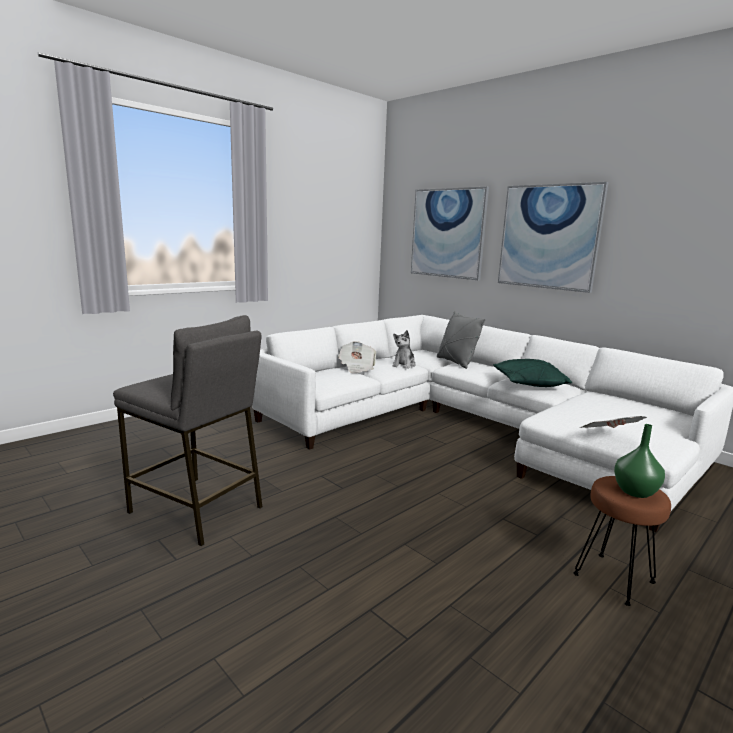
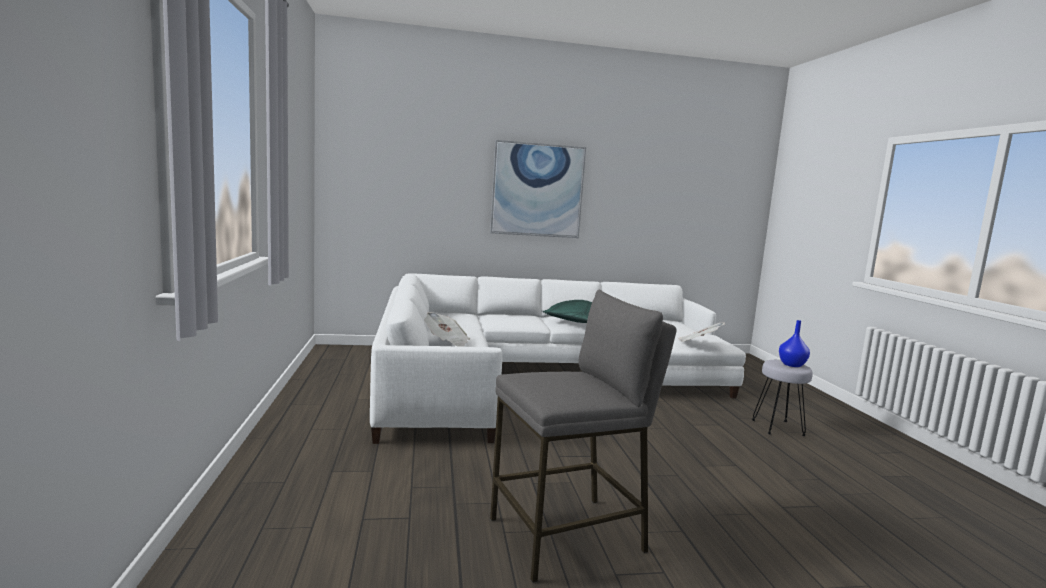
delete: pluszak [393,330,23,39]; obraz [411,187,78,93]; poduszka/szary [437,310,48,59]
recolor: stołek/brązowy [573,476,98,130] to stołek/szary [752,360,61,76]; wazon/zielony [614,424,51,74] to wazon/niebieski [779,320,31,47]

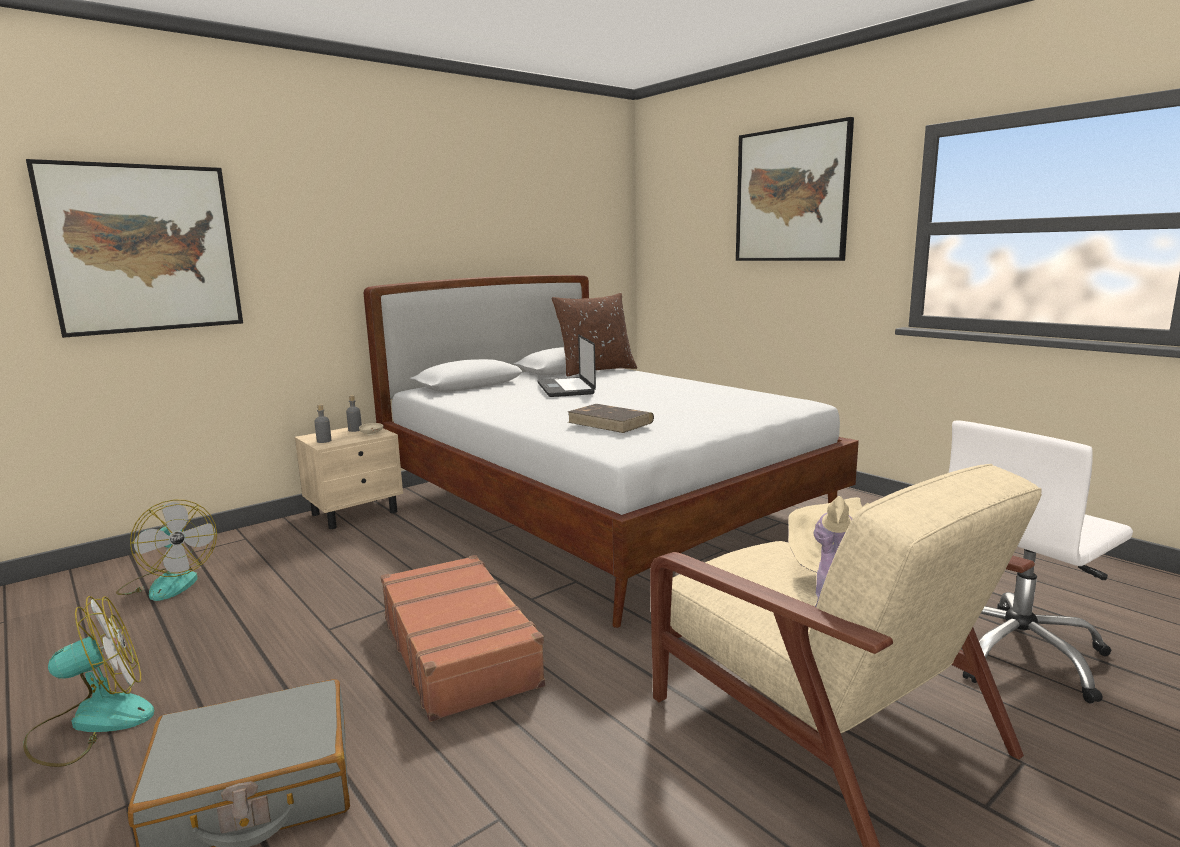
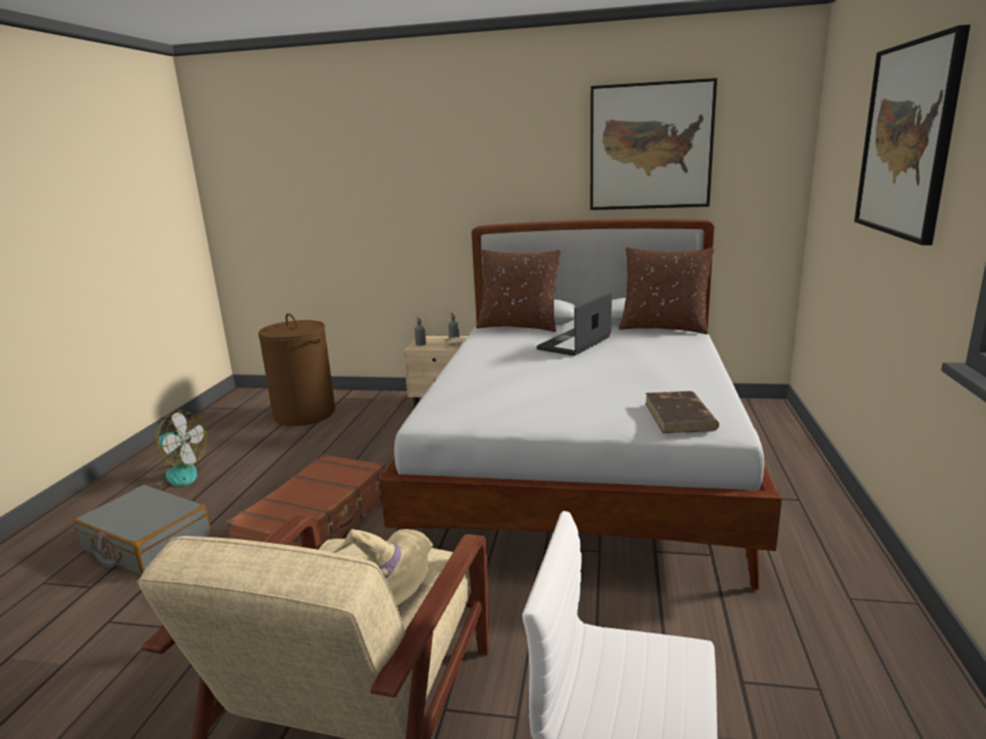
insert: poduszka/brązowy [476,249,85,83]
move: obraz [26,159,217,179] to [590,78,127,132]; książka/brązowy [567,404,87,29] to [645,391,74,42]
replace: wentylator [116,499,101,102] to kosz na pranie/brązowy [258,313,77,113]

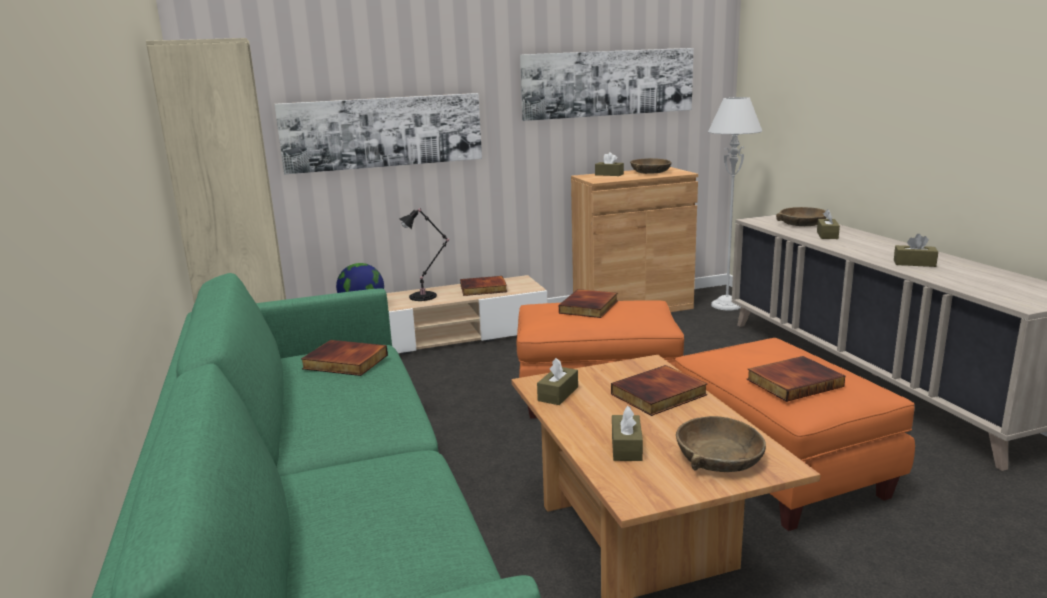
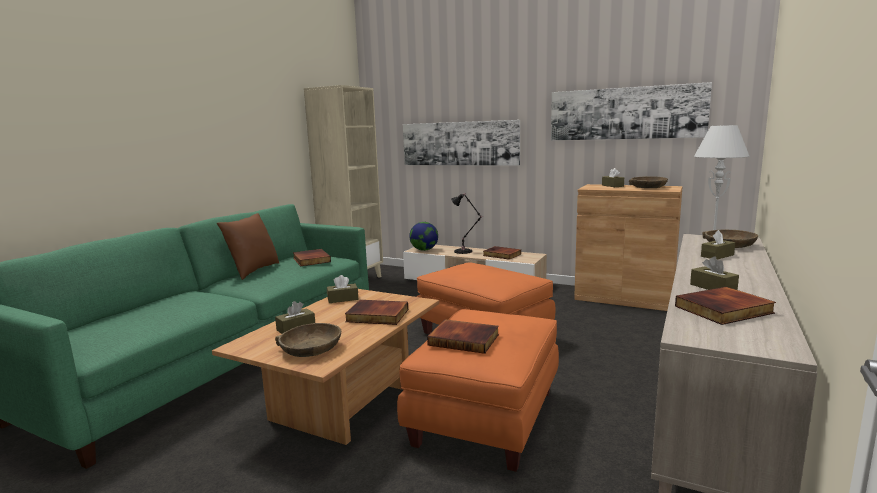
insert: poduszka/brązowy [217,213,62,67]
move: książka [559,289,58,29] to [675,287,101,38]

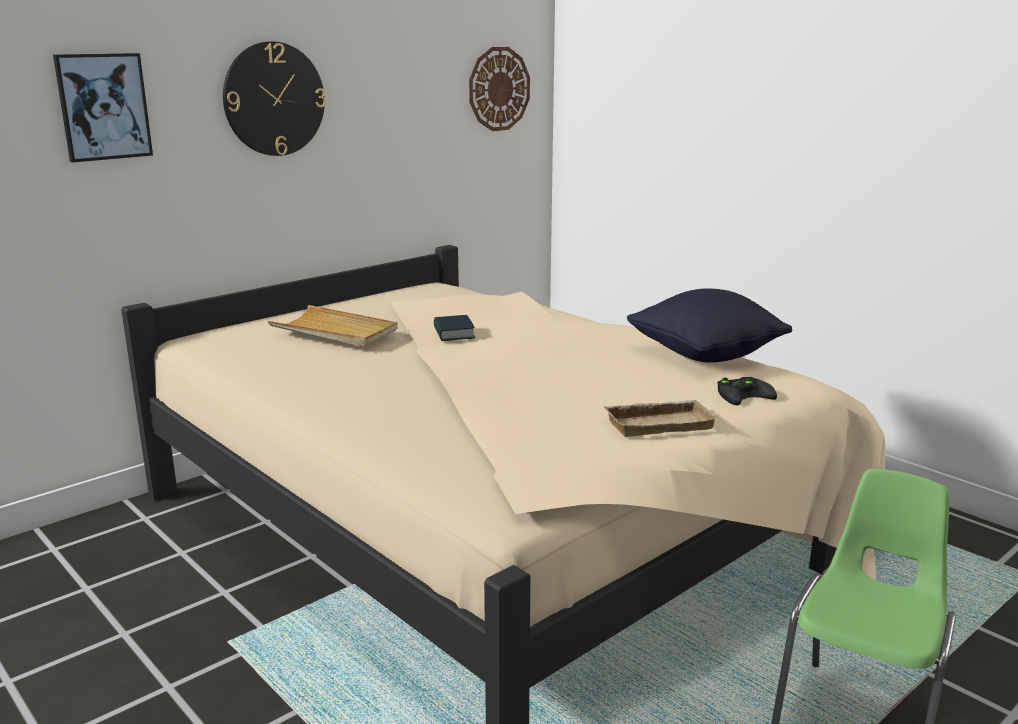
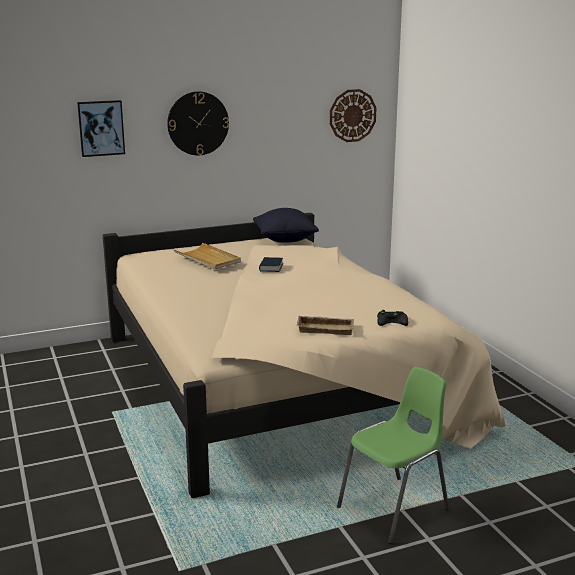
move: poduszka/czarny [627,288,165,75] to [253,208,66,35]

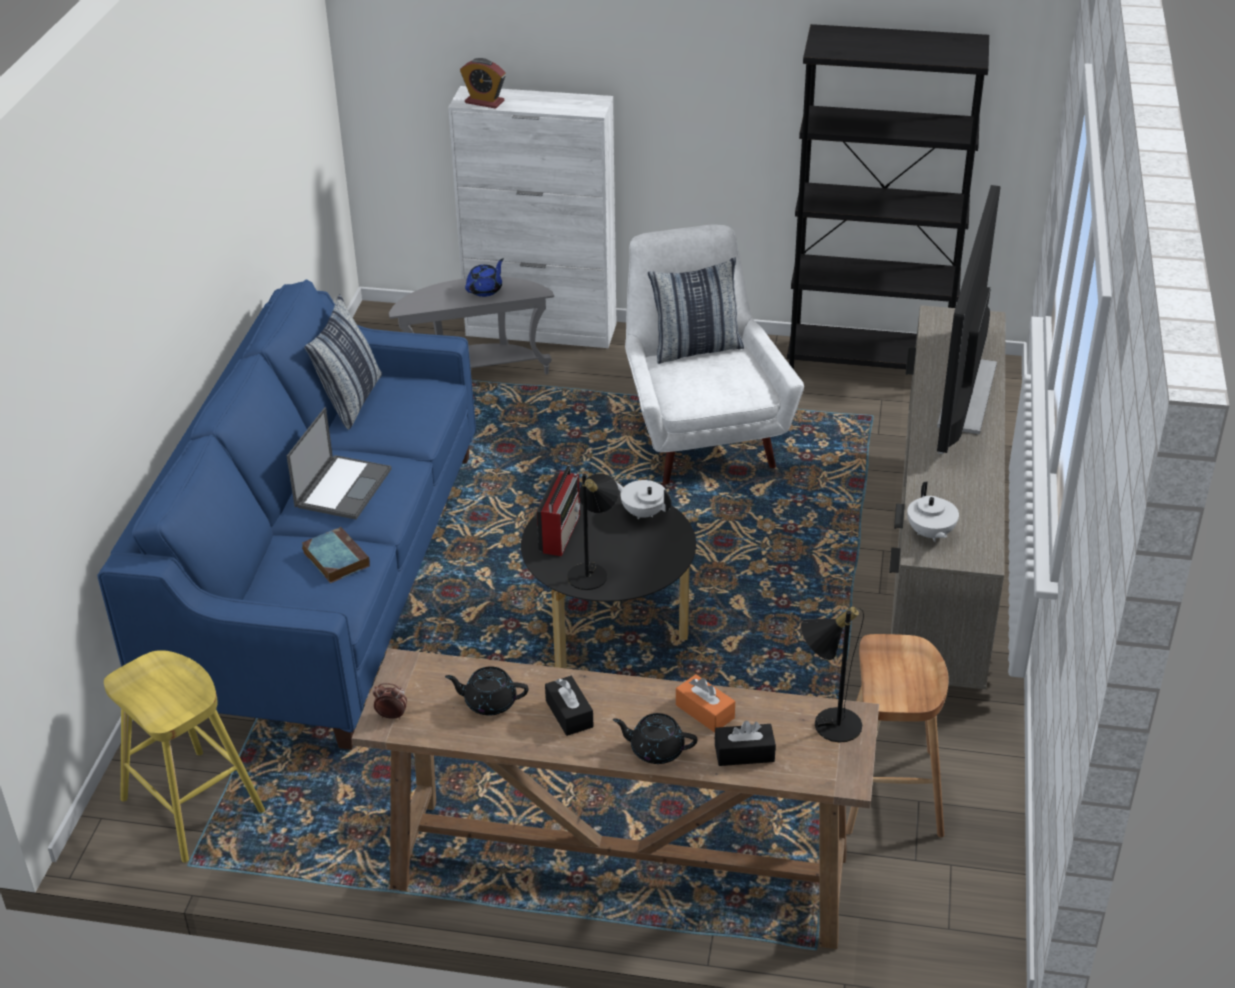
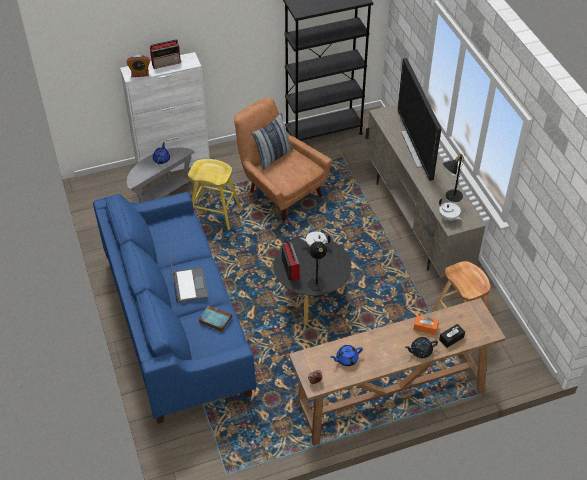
delete: poduszka [304,295,78,135]; pudełko chusteczek/czarny [545,676,49,60]
insert: radio [150,39,31,30]
move: stołek/żółty [104,650,161,213] to [188,159,53,71]; lampa stołowa/czarny [801,606,63,137] to [443,153,21,49]
recolor: imbryk/czarny [445,666,84,50] to imbryk/niebieski [330,345,33,21]; fotel/biały [625,224,179,260] to fotel/brązowy [234,98,98,124]

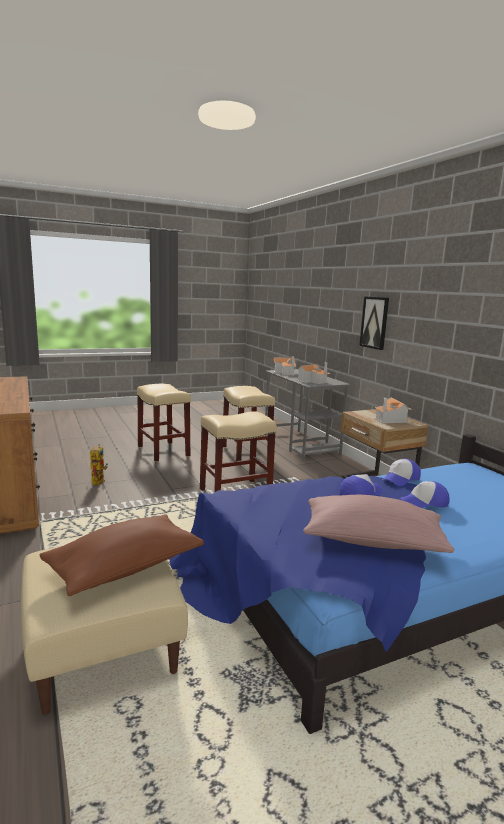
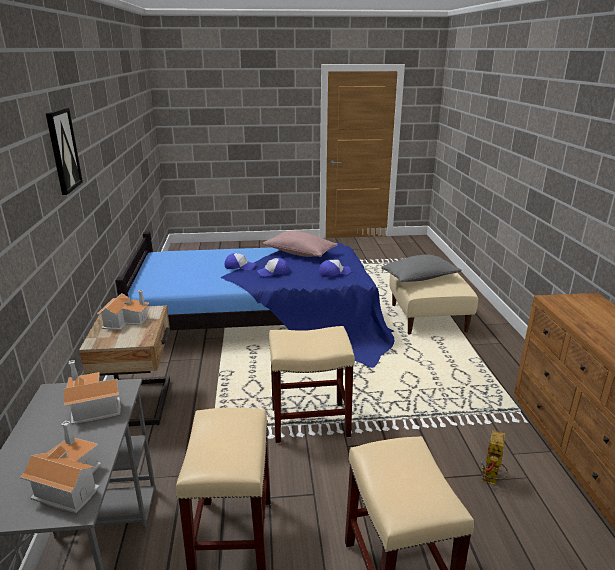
move: obraz [359,296,30,54] to [46,108,37,87]; czapka z daszkiem [382,459,39,27] to [319,260,32,17]
recolor: poduszka/brązowy [40,514,164,82] to poduszka/szary [381,254,81,28]

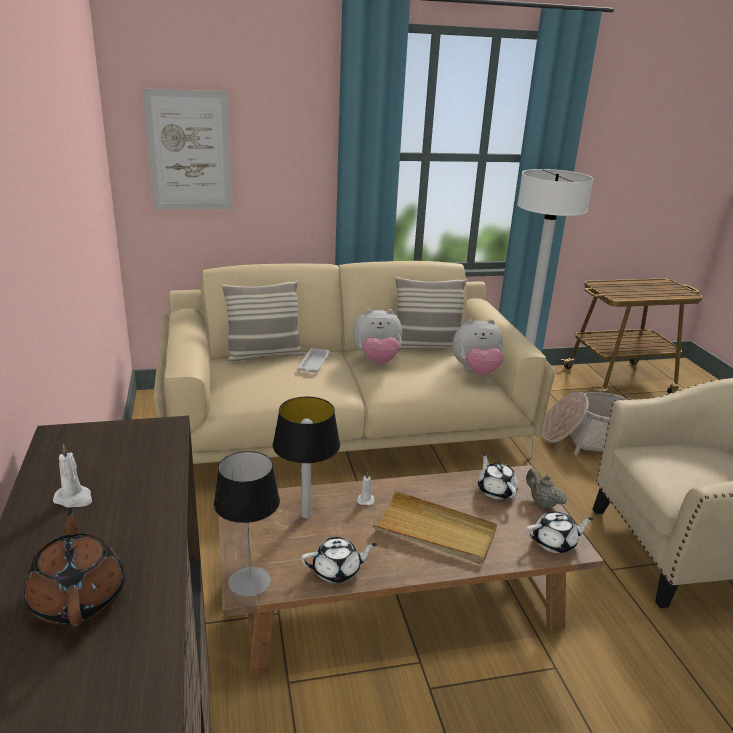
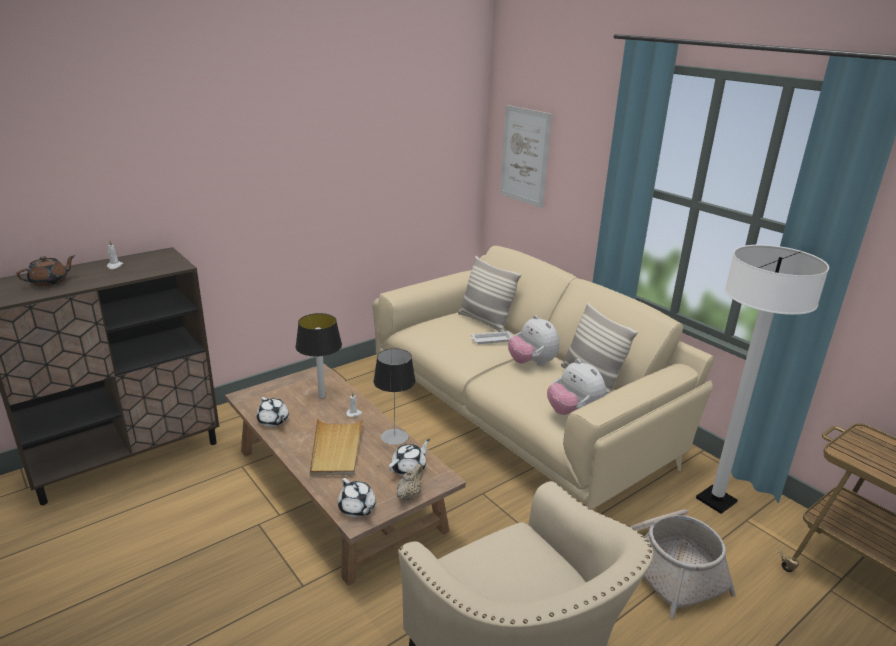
move: lampa stołowa [214,451,66,146] to [373,348,43,97]

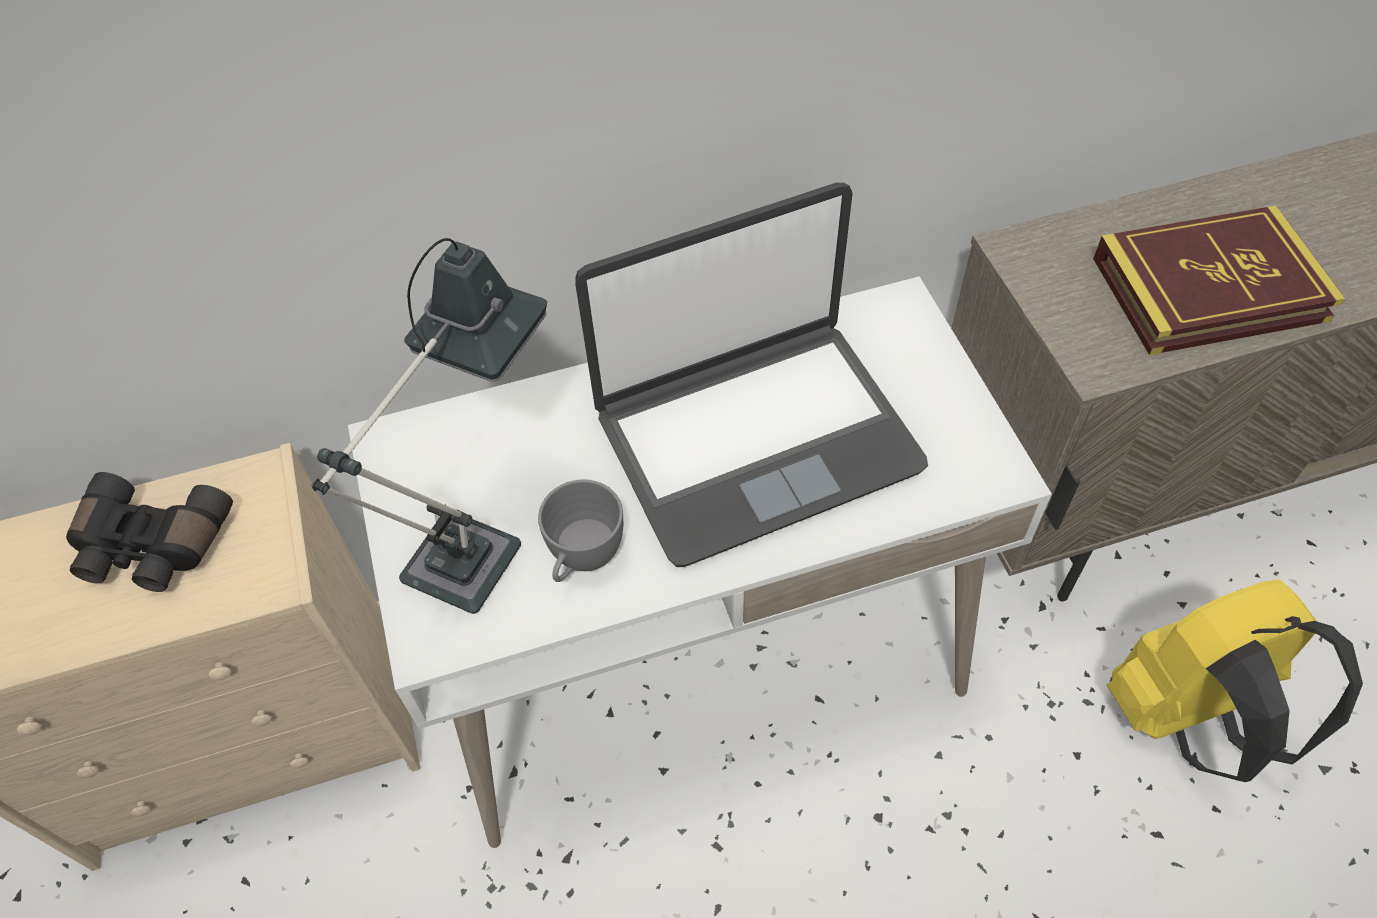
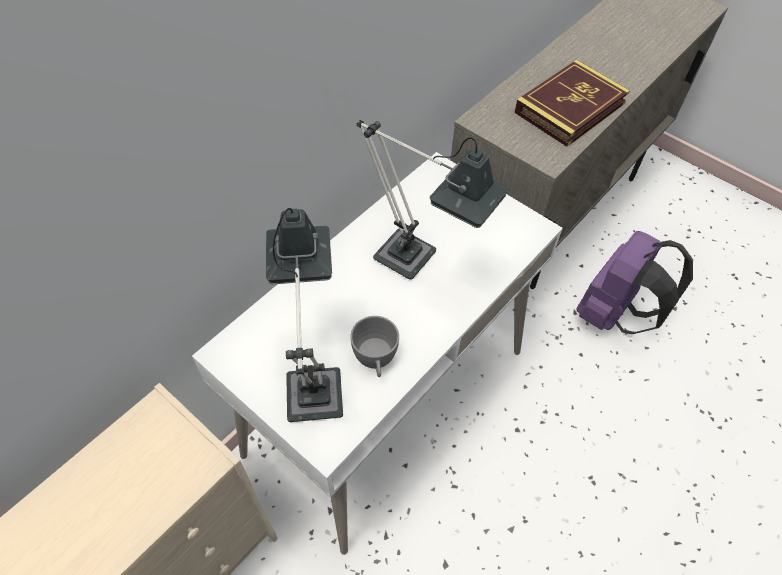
delete: lornetka/czarny [66,472,167,120]
replace: laptop [575,183,353,384] to lampa stołowa [357,120,152,160]
recolor: plecak/żółty [1107,579,256,203] to plecak/fioletowy [576,231,117,103]

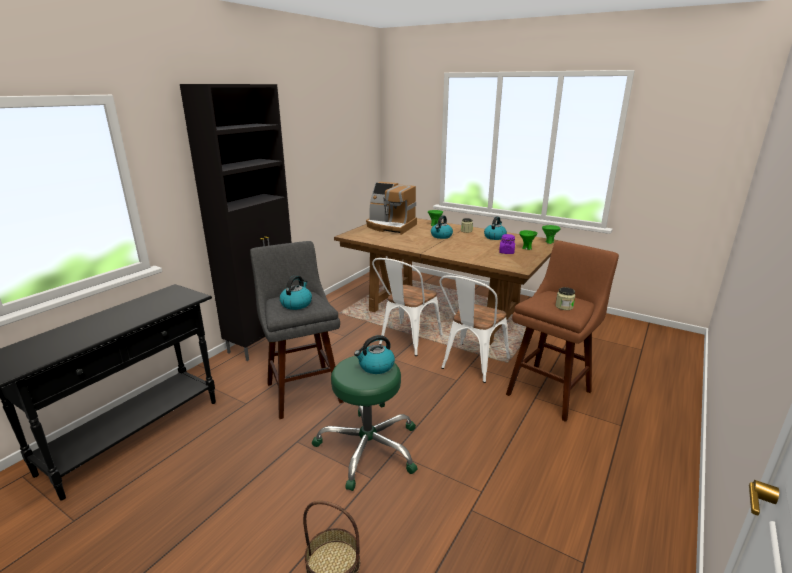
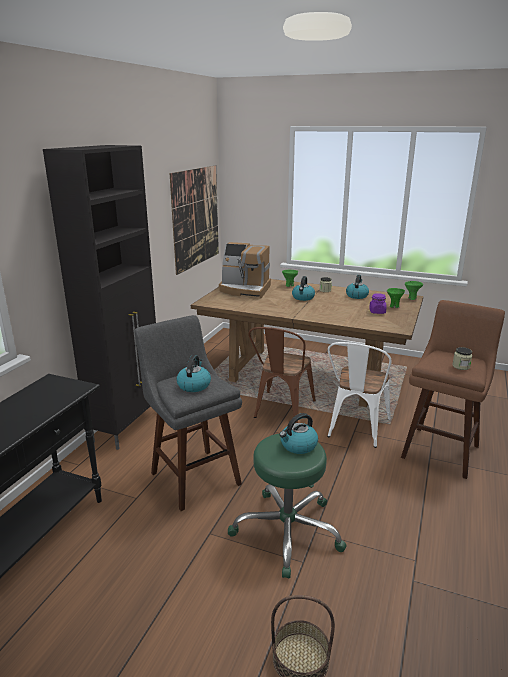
insert: obraz [170,166,49,109]
recolor: krzesło/biały [372,258,71,98] to krzesło/brązowy [248,327,68,96]

